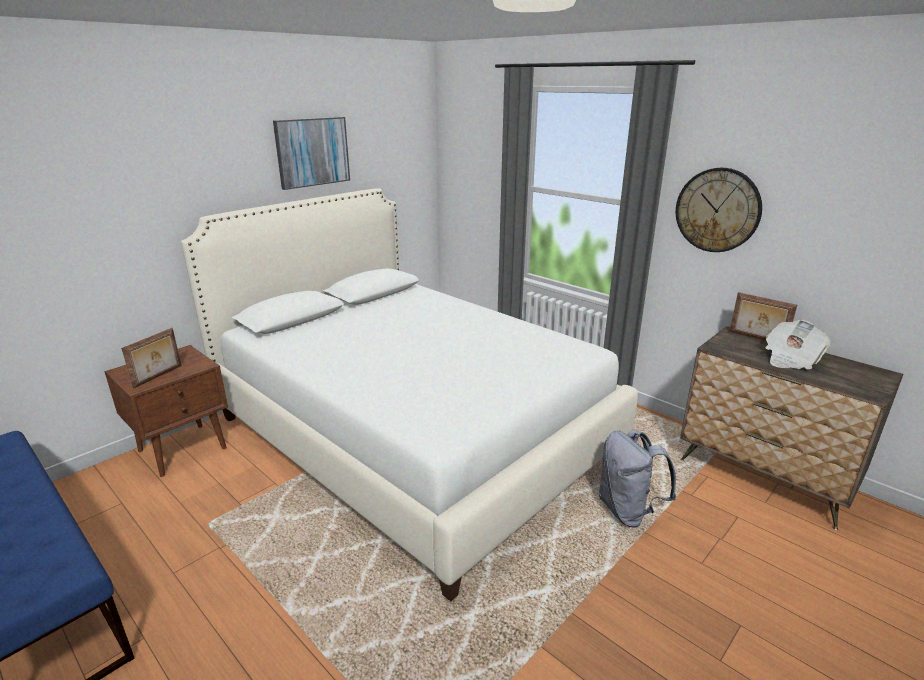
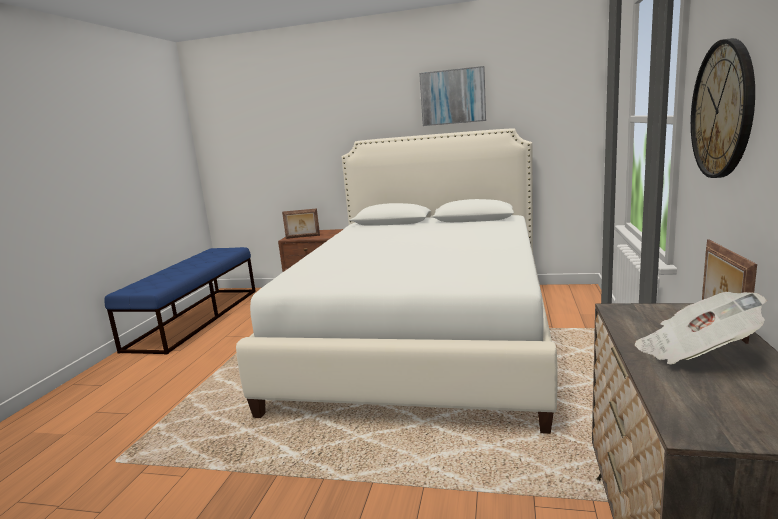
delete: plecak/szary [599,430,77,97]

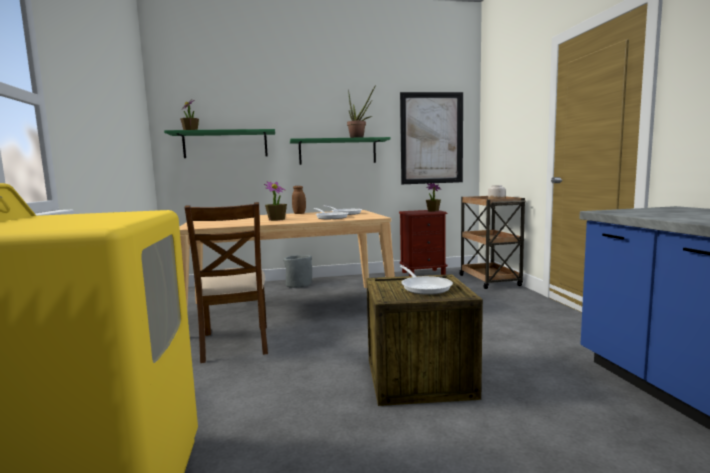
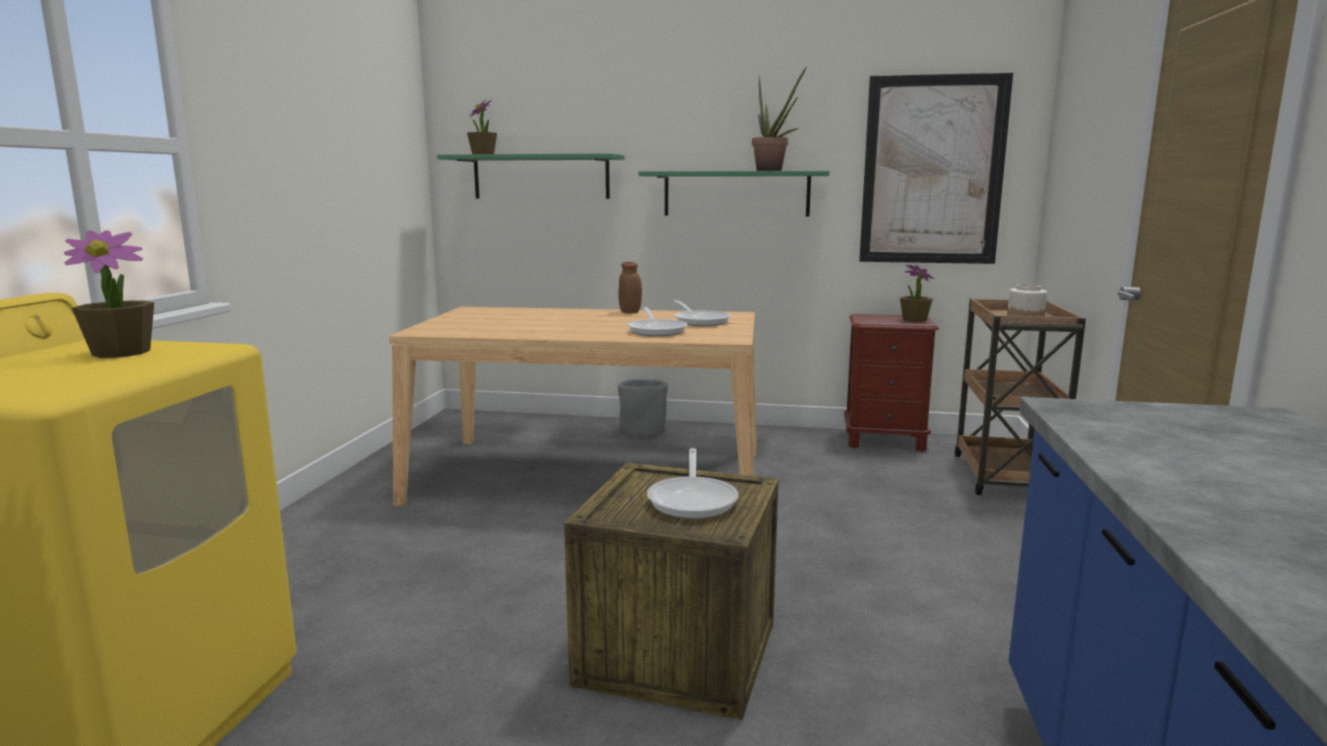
delete: krzesło/brązowy [185,202,83,161]
move: roślina doniczkowa [264,182,23,39] to [64,230,90,128]

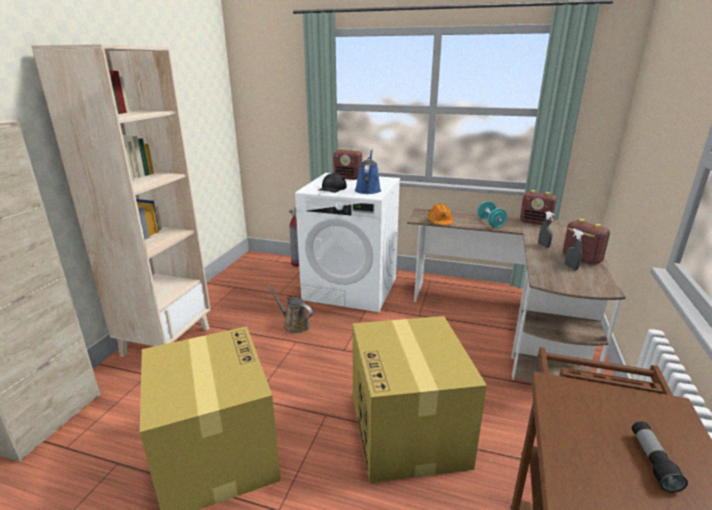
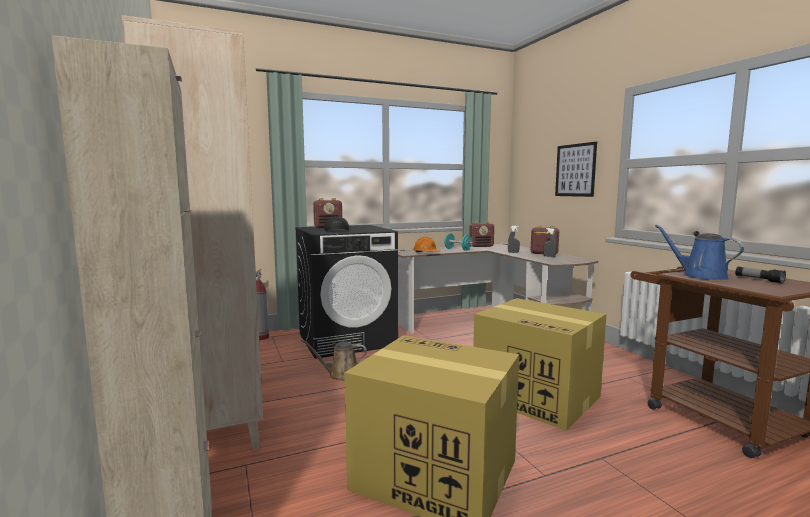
insert: obraz [555,142,42,55]
move: konewka/niebieski [355,150,26,44] to [655,225,89,55]
recolor: pralka/biały [295,173,105,139] to pralka/czarny [295,225,103,134]

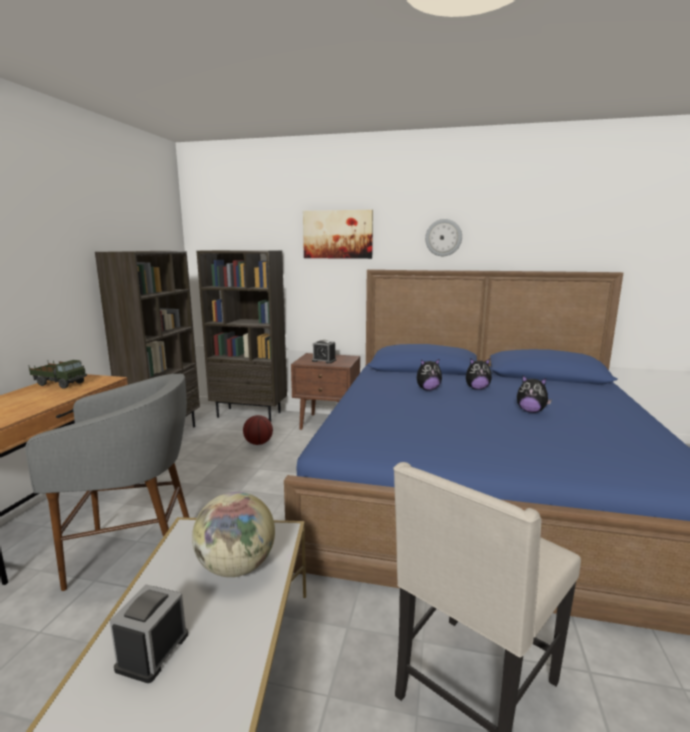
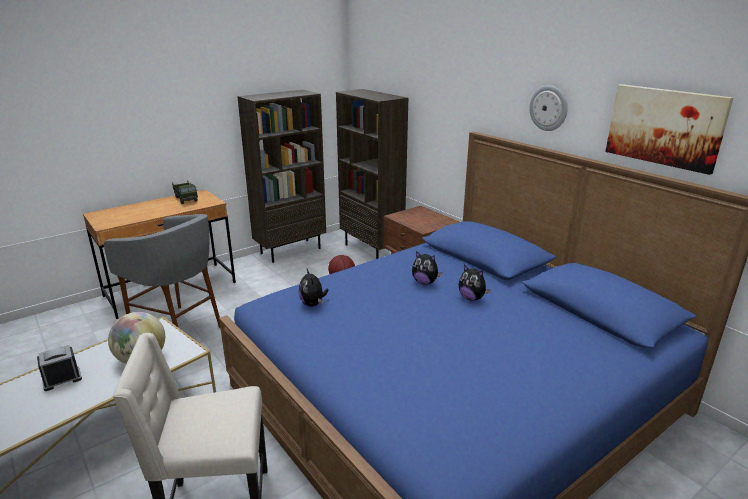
delete: budzik [312,340,24,24]
move: obraz [303,210,70,49] to [605,84,129,91]; pluszak [517,375,35,38] to [299,269,29,38]

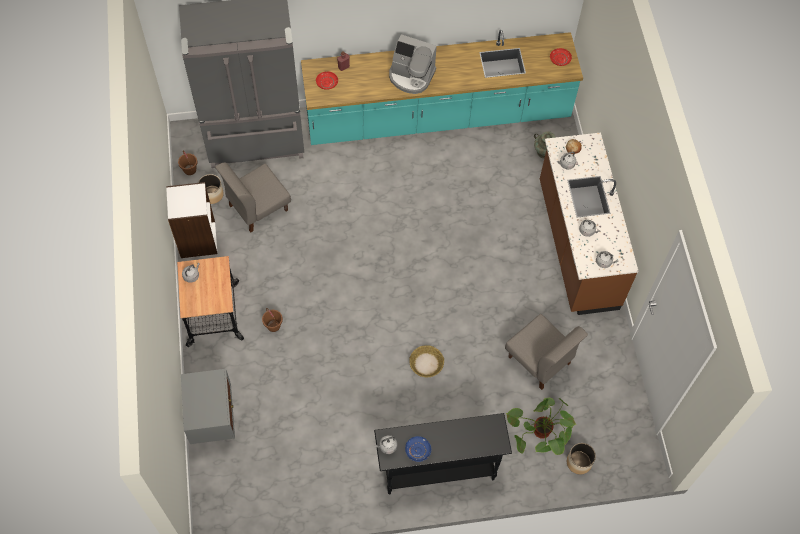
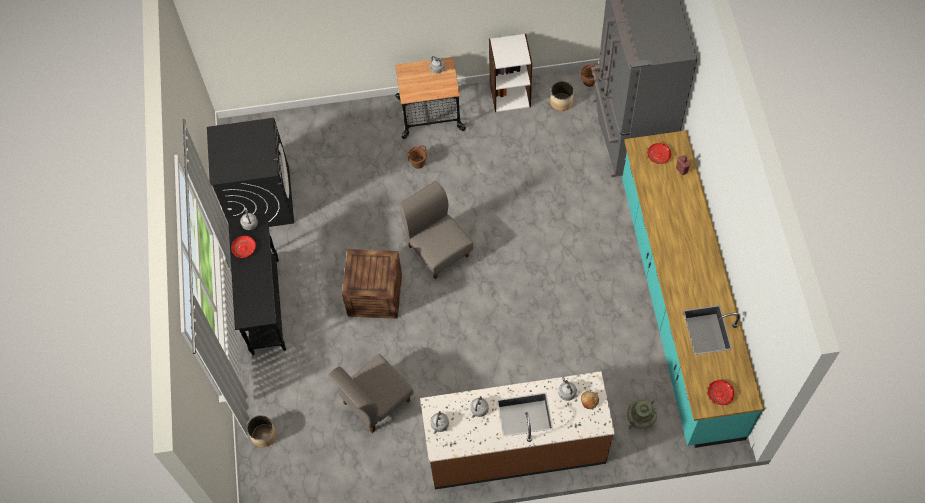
delete: szafka nocna/szary [181,369,54,75]; ekspres do kawy [389,34,48,60]; roślina doniczkowa [506,398,71,57]
insert: pralka/czarny [207,118,87,109]
move: krzesło/szary [215,162,76,71] to [399,181,74,98]
replace: koszyk [409,345,35,32] to skrzynka [342,249,60,70]
recolor: talerz/niebieski [405,436,26,26] to talerz/czerwony [231,236,25,22]

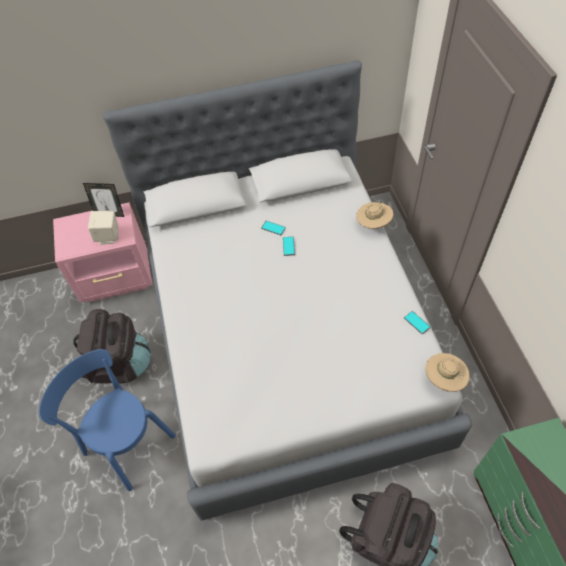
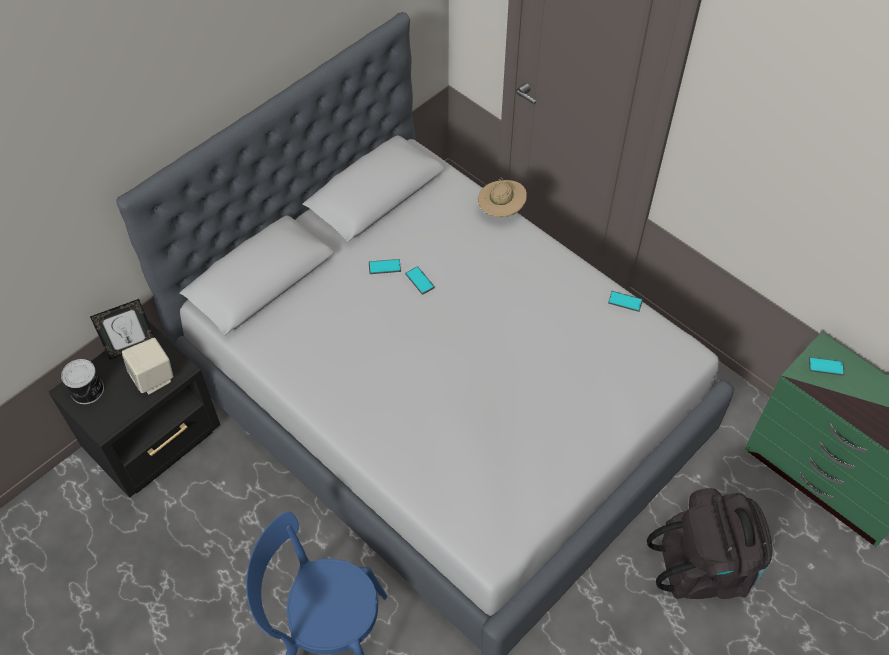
delete: plecak/czarny [73,309,78,75]; kapelusz/beżowy [425,353,45,39]
insert: puszka [61,359,43,45]; telefon [809,357,35,19]
recolor: szafka nocna/różowy [53,203,100,99] to szafka nocna/czarny [49,321,171,177]

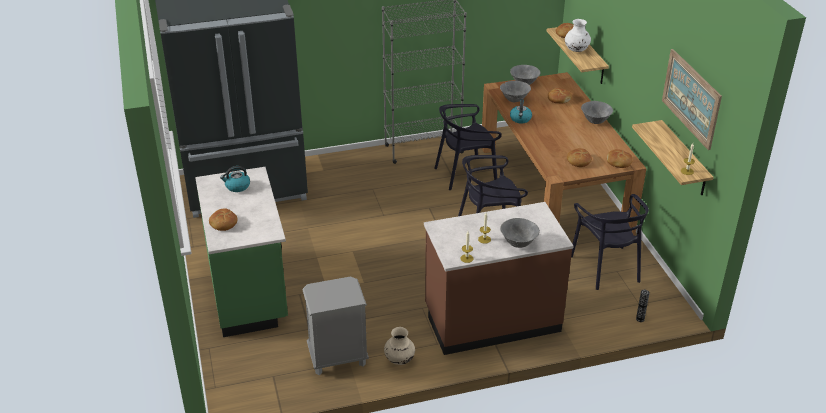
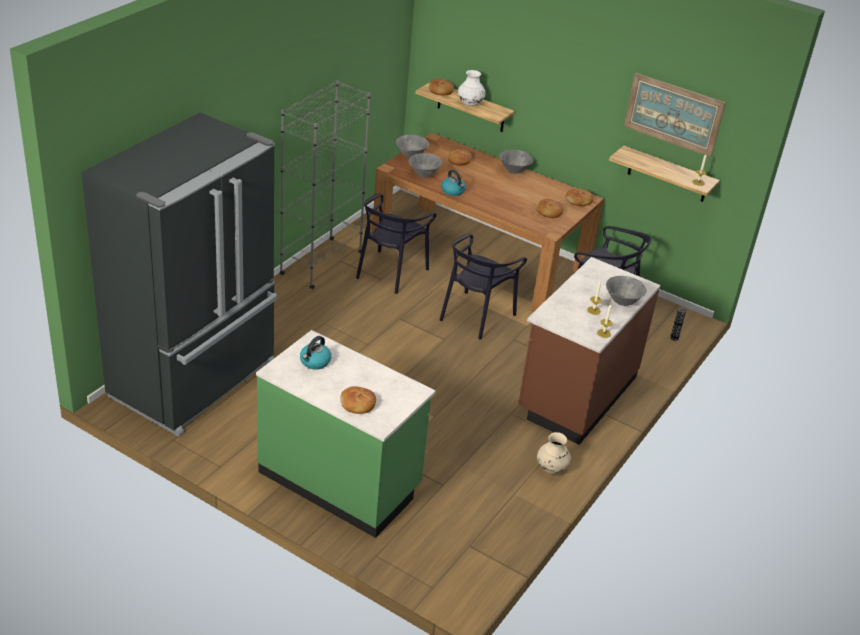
delete: szafka nocna/szary [302,276,67,99]

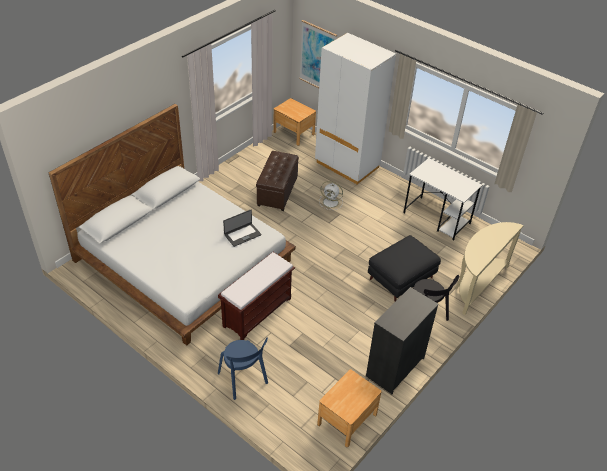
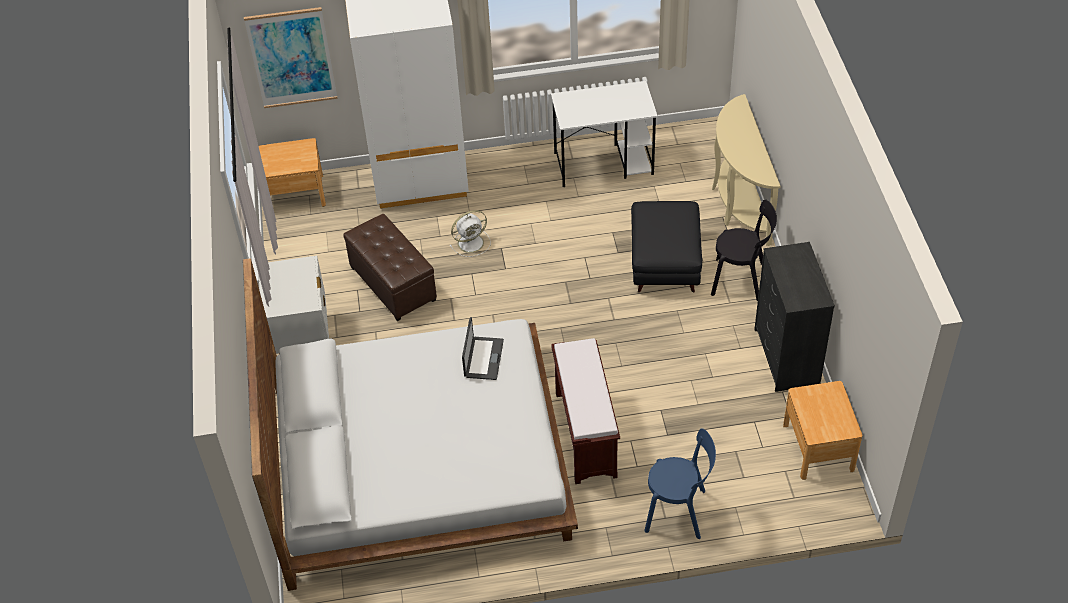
insert: szafka nocna/biały [259,256,70,98]

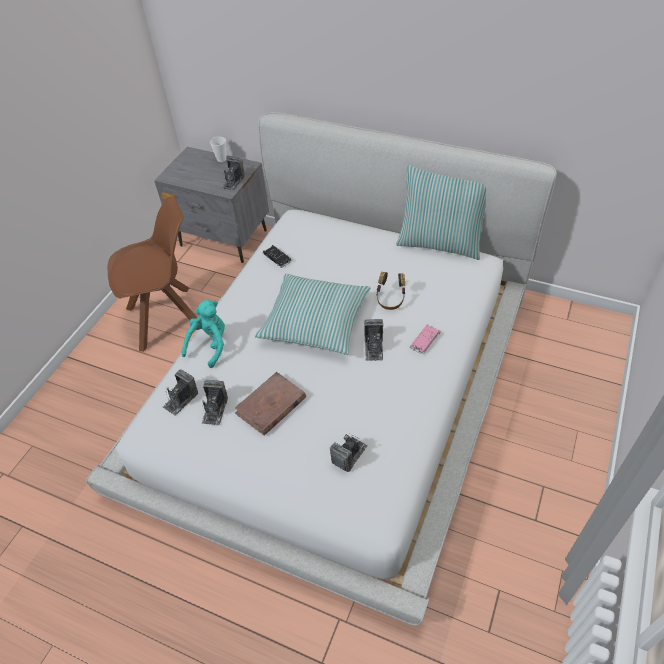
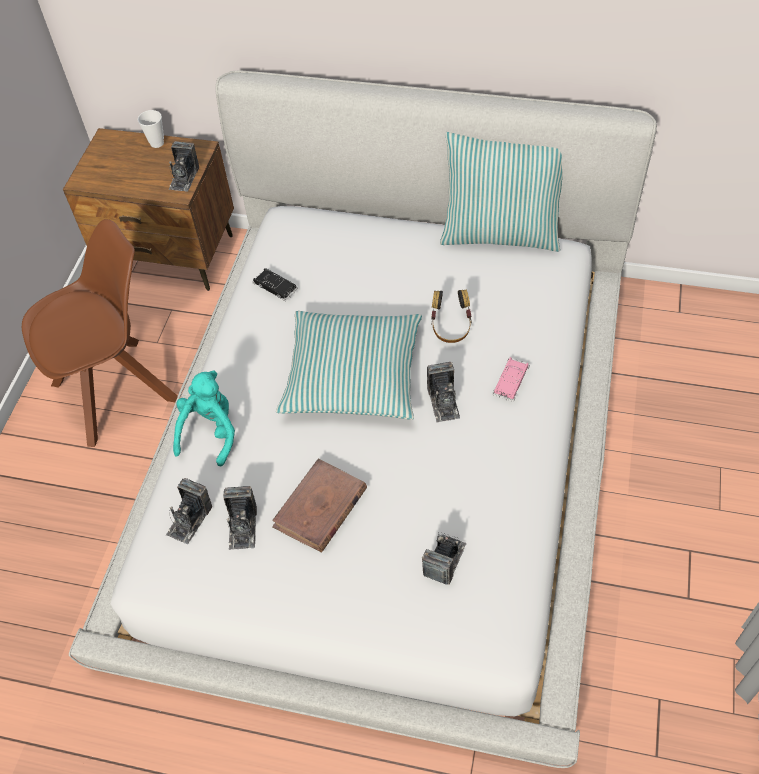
recolor: szafka nocna/szary [154,147,115,116] to szafka nocna/brązowy [63,128,171,163]

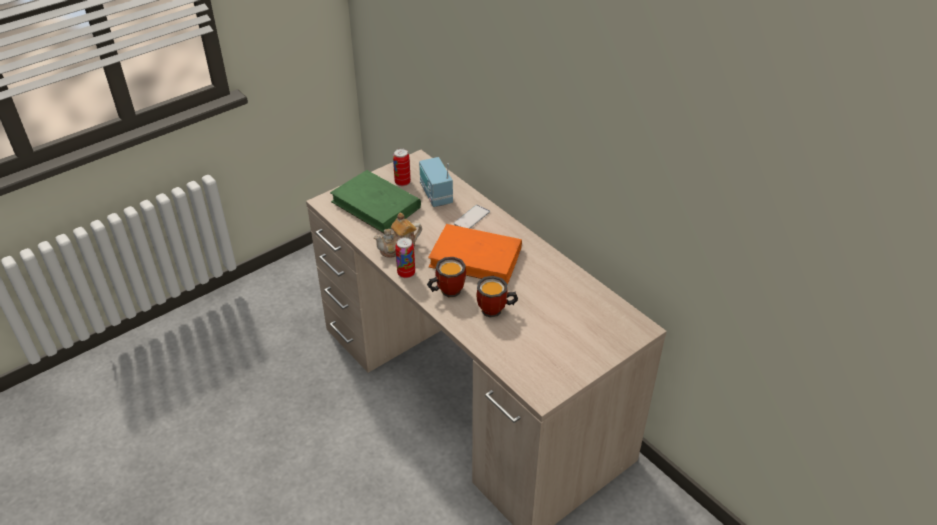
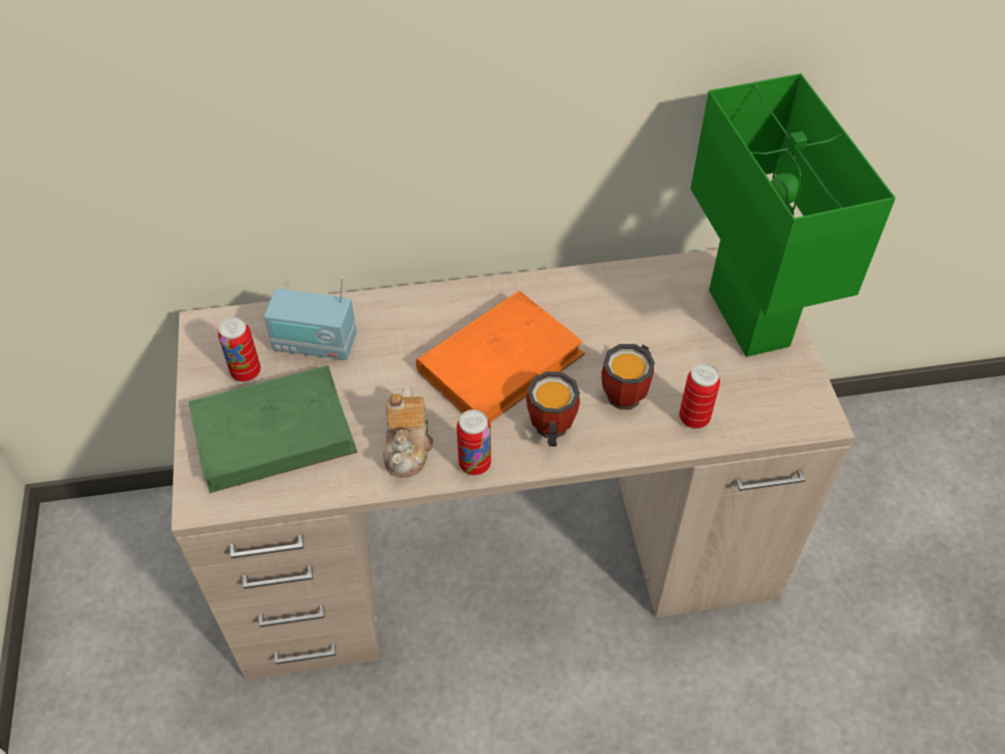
delete: telefon [454,205,36,24]
insert: puszka [679,363,41,66]; lampa stołowa/zielony [690,74,206,283]

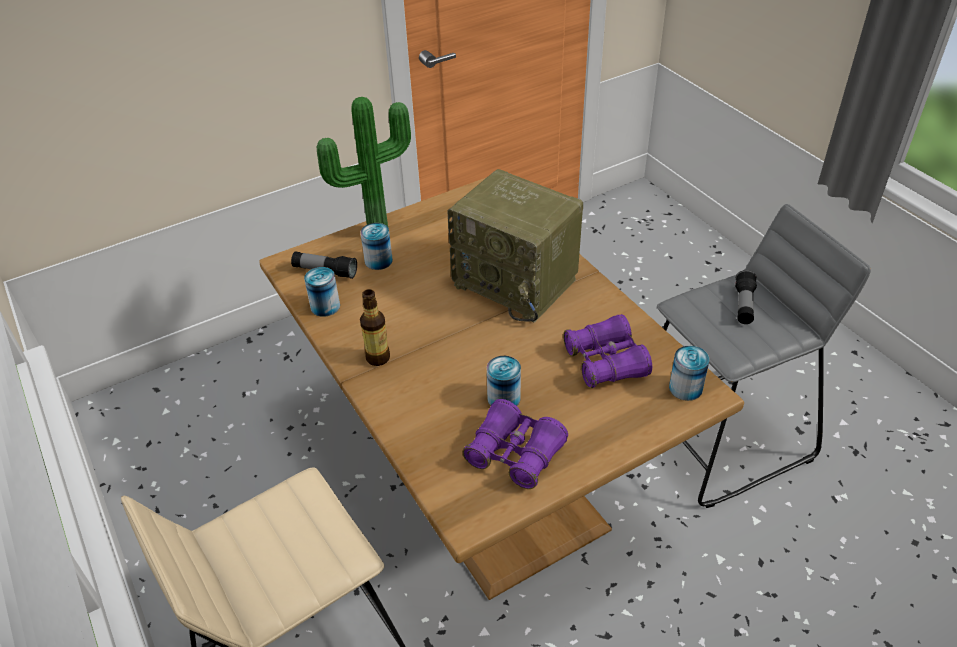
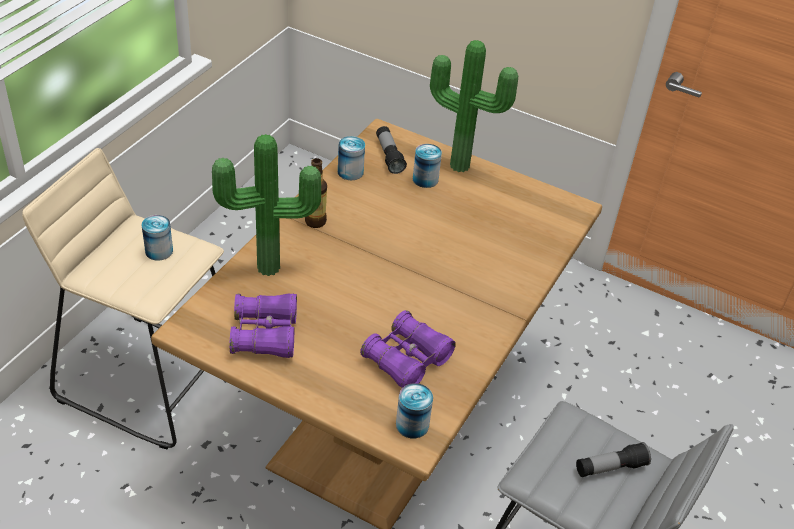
delete: radio [447,169,136,154]
insert: roślina doniczkowa [212,134,109,142]
move: puszka [487,356,34,50] to [142,215,31,46]

